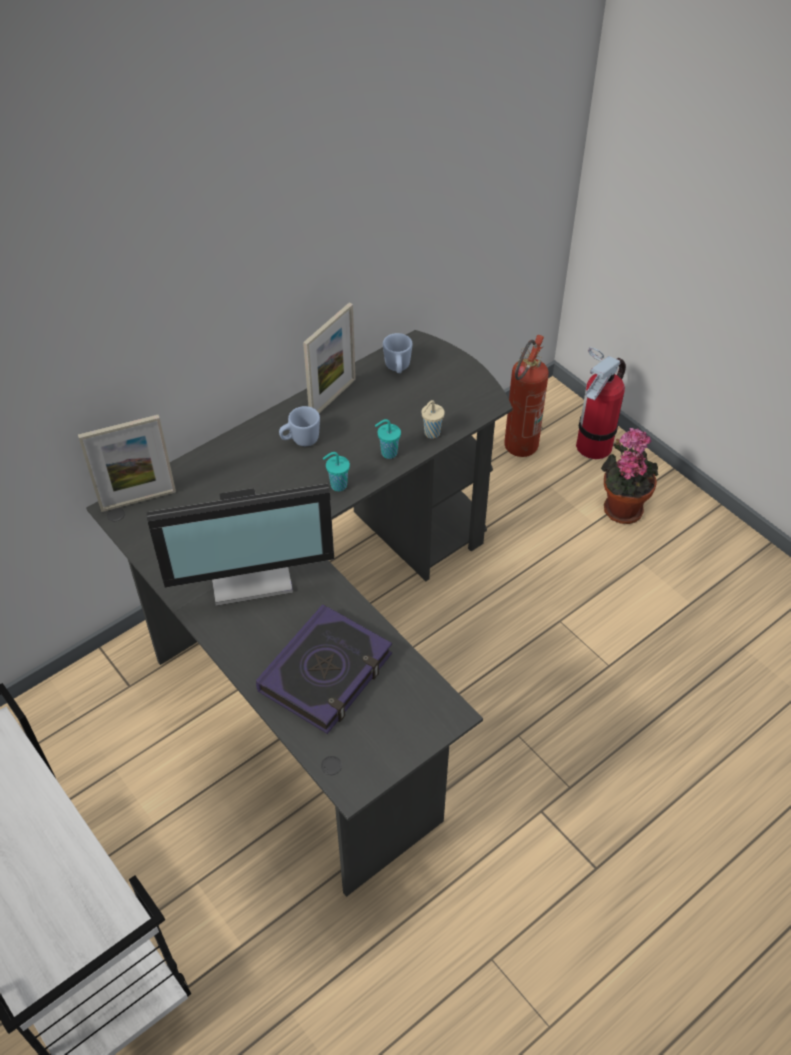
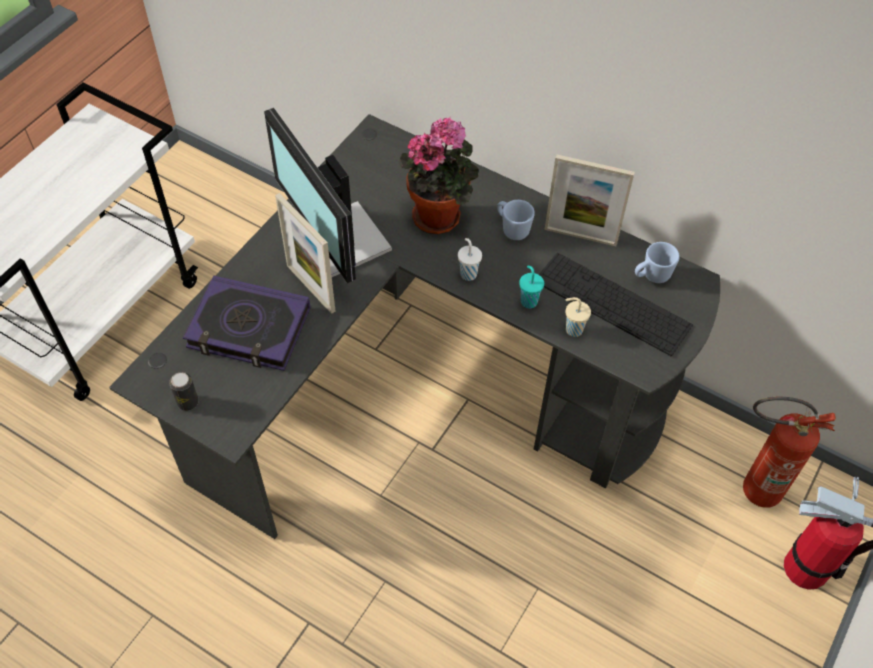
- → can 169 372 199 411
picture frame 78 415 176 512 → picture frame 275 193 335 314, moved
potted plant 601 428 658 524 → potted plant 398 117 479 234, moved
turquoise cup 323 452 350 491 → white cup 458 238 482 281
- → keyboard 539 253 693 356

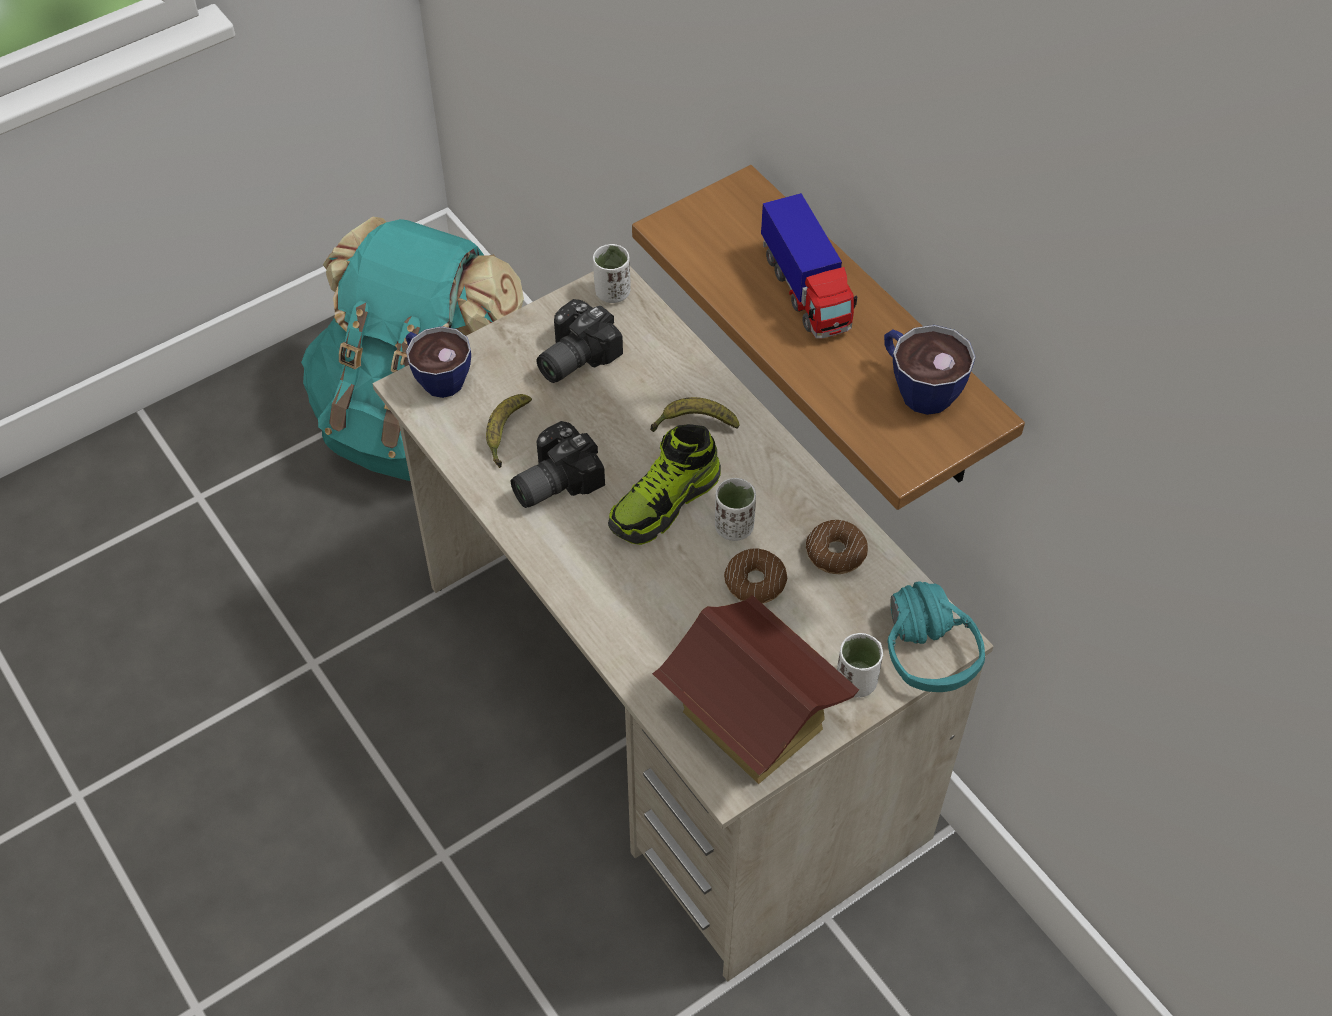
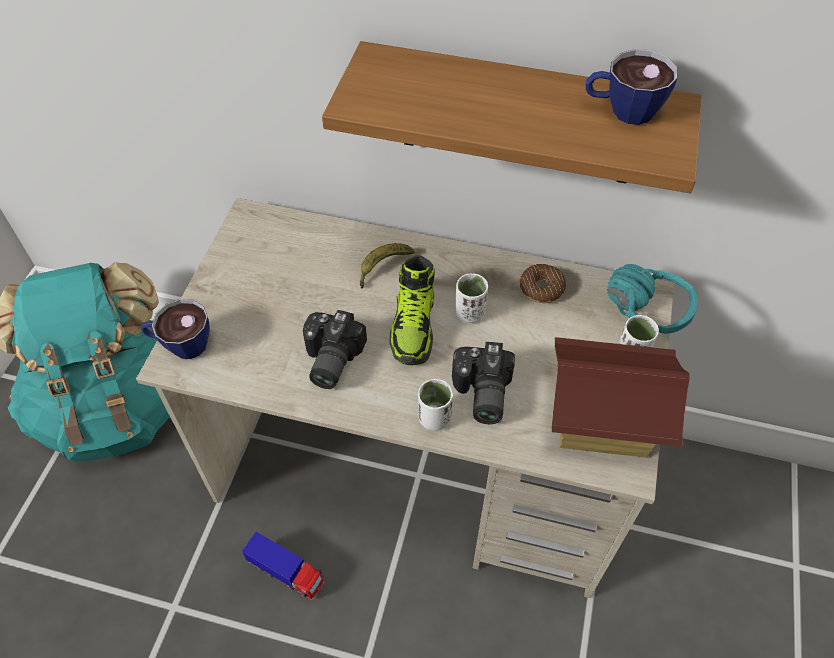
toy truck 761 193 858 339 → toy truck 242 532 324 600, moved
white cup 593 244 630 303 → white cup 418 379 453 431, moved
photo camera 537 299 623 383 → photo camera 452 342 515 424, moved
banana 486 394 532 468 → -
donut 724 549 787 604 → -

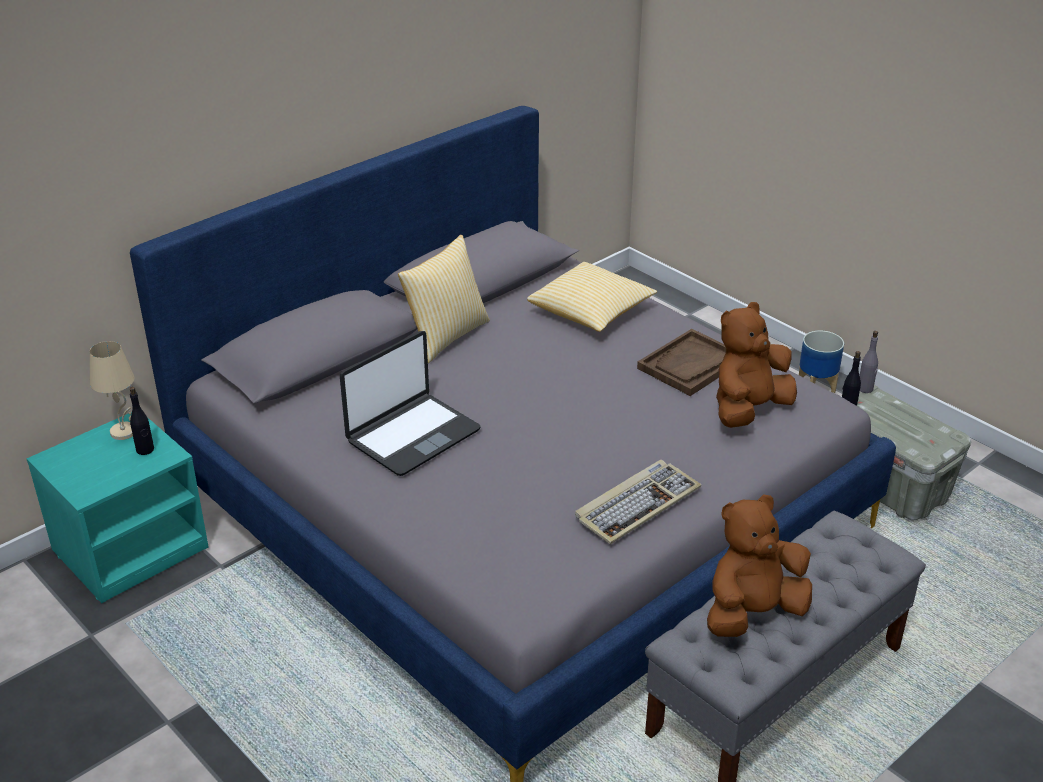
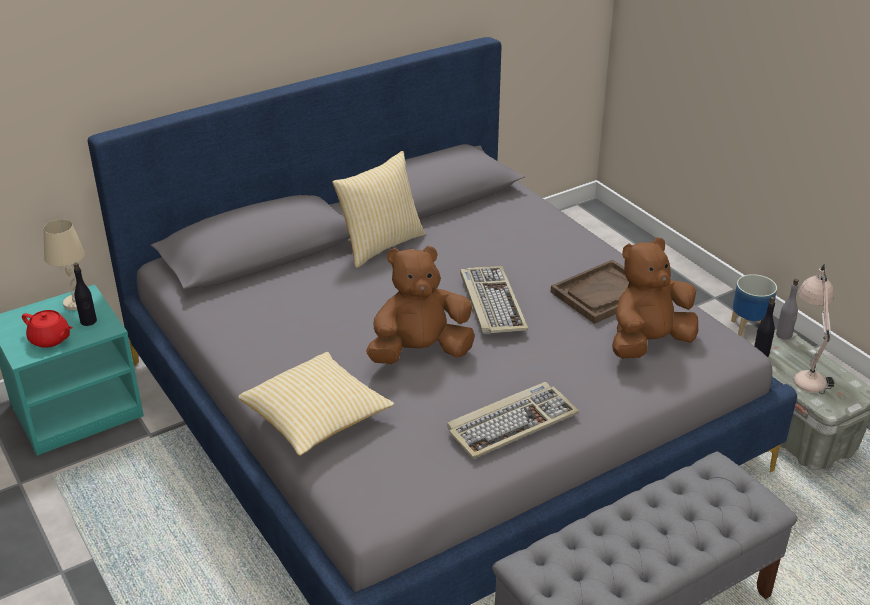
- → red teapot 22 310 73 348
pillow 527 262 657 332 → pillow 238 352 394 456, moved
brown plush toy 707 494 812 637 → brown plush toy 366 246 475 364, moved
- → keyboard 460 266 528 334
- → beige table lamp 793 264 834 394
laptop 340 331 481 476 → -

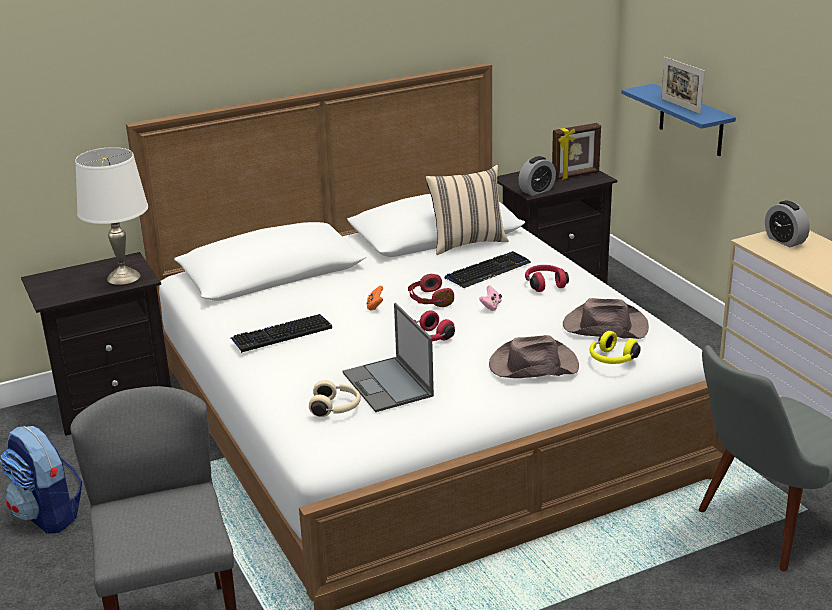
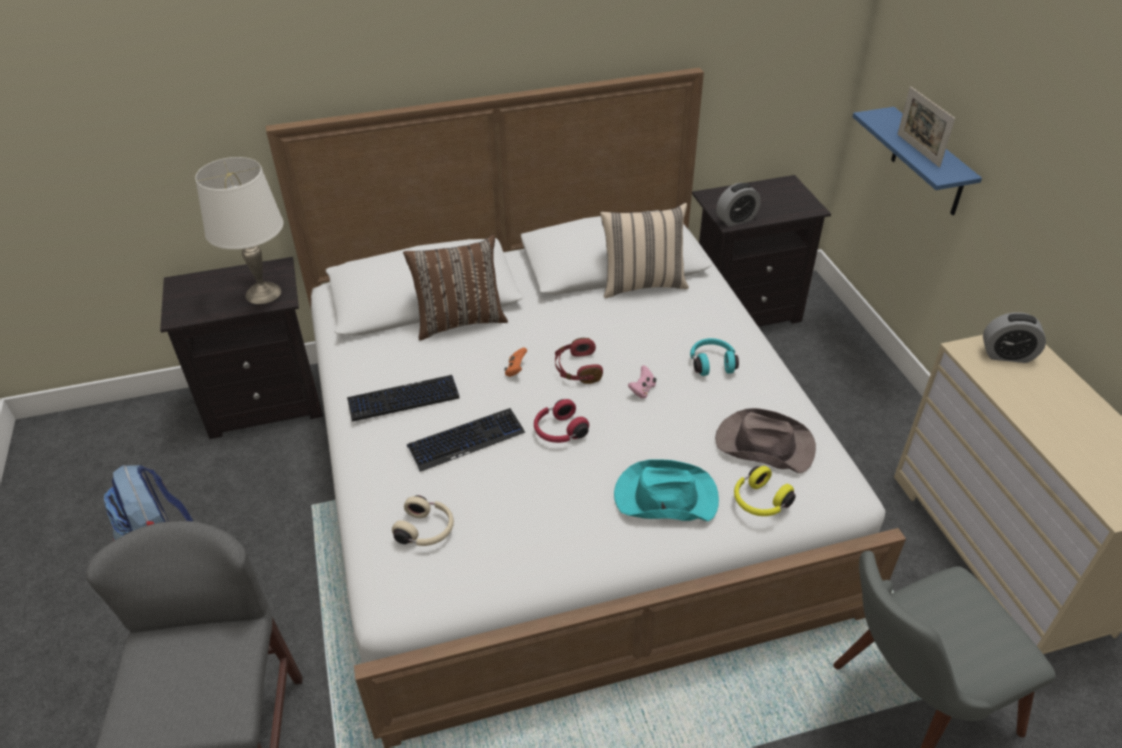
- → brown pillow 403 234 508 341
keyboard 445 251 531 288 → keyboard 407 408 525 472, moved
brown hat 489 335 579 378 → turquoise hat 614 459 719 522
red headphones 525 265 569 292 → turquoise headphones 690 338 739 376
alarm clock 765 201 810 247 → alarm clock 983 312 1046 363, 60 degrees counterclockwise
laptop 342 303 434 412 → -
picture frame 552 123 601 180 → -

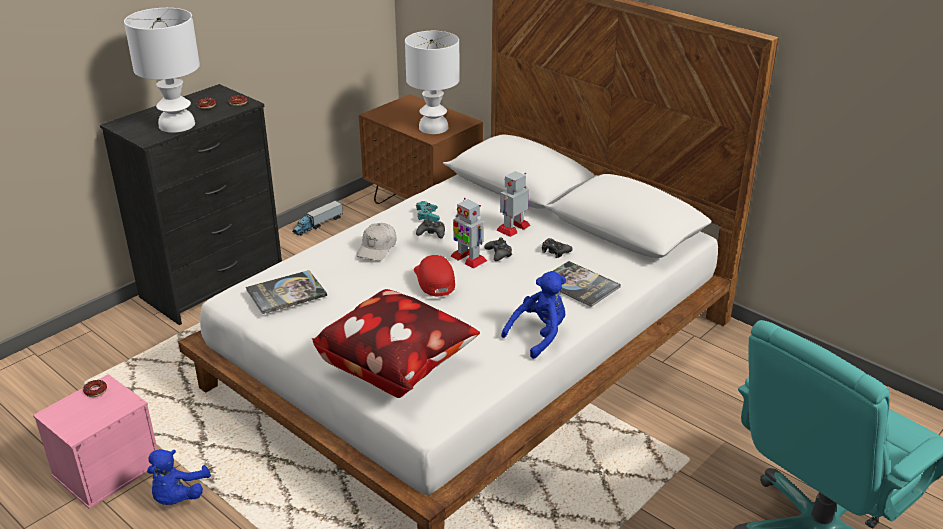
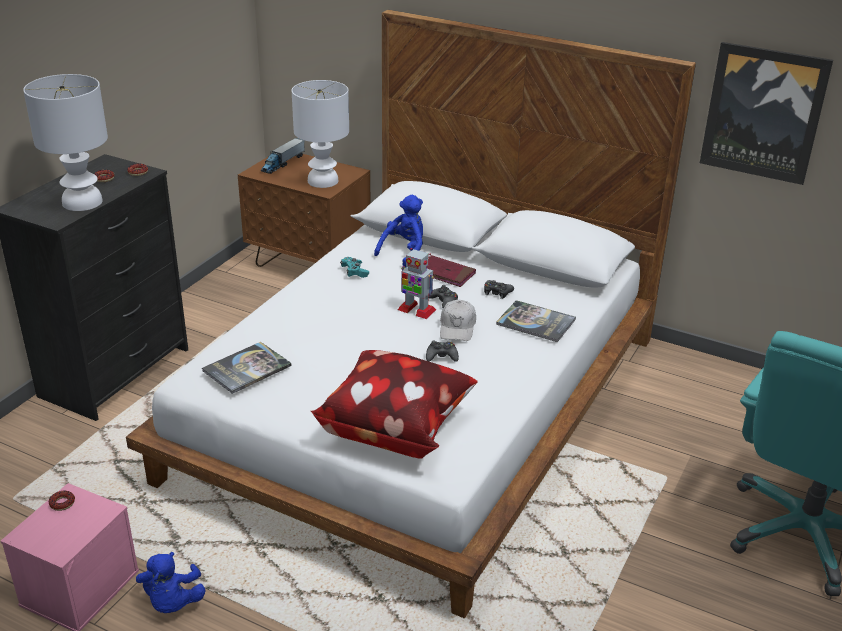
toy truck 292 200 343 235 → toy truck 261 138 305 174, moved
blue plush toy 501 271 566 359 → blue plush toy 374 195 423 268, moved
black game controller 416 219 445 239 → black game controller 426 340 459 362, moved
toy robot 496 171 531 237 → red book 427 255 476 287
white cap 356 223 396 261 → white cap 440 300 476 341, moved
- → picture 700 42 833 185
red cap 414 255 455 296 → -

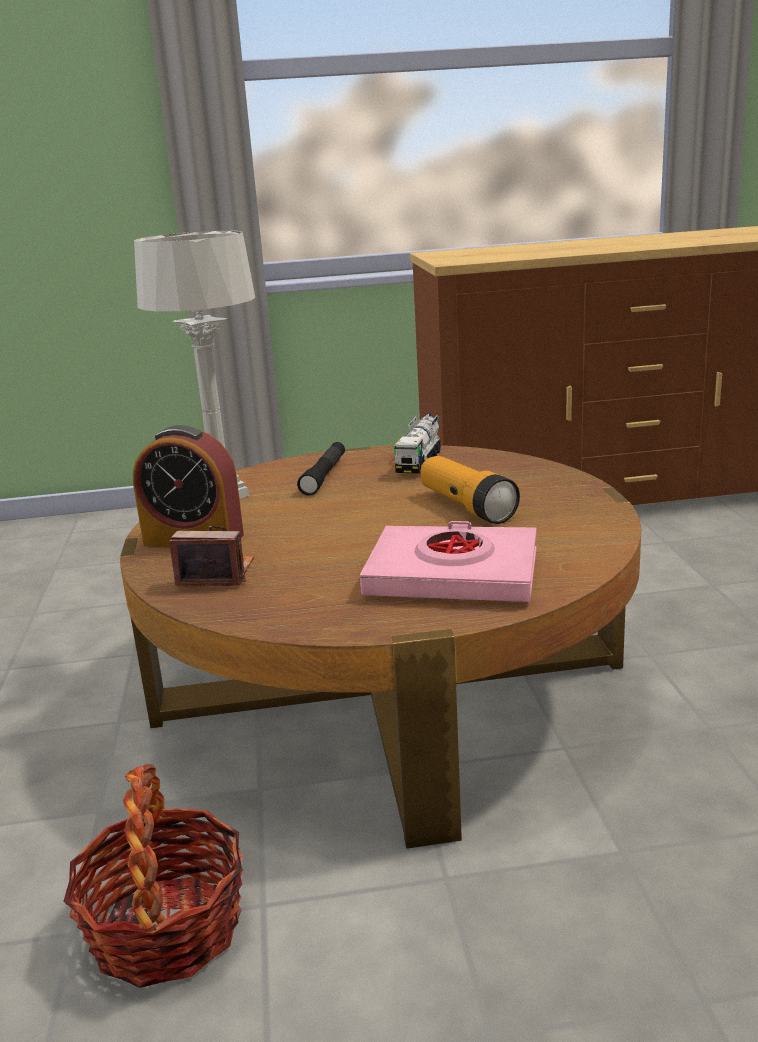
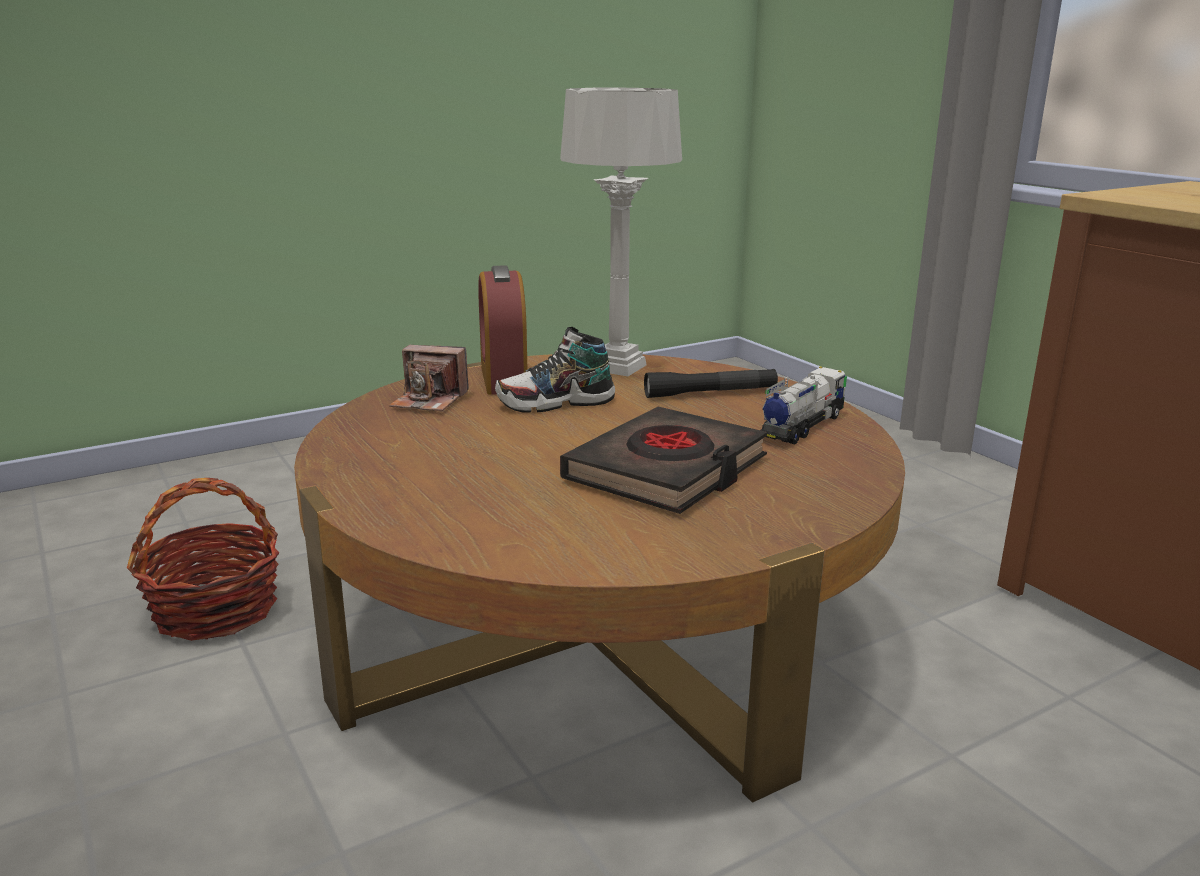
photo camera 170 526 254 587 → photo camera 389 345 469 411, 120 degrees clockwise
- → shoe 495 327 615 413
flashlight 421 456 520 524 → black book 560 407 767 514
toy truck 394 413 441 474 → toy truck 761 367 847 444, 135 degrees clockwise
pink book 360 521 536 602 → -

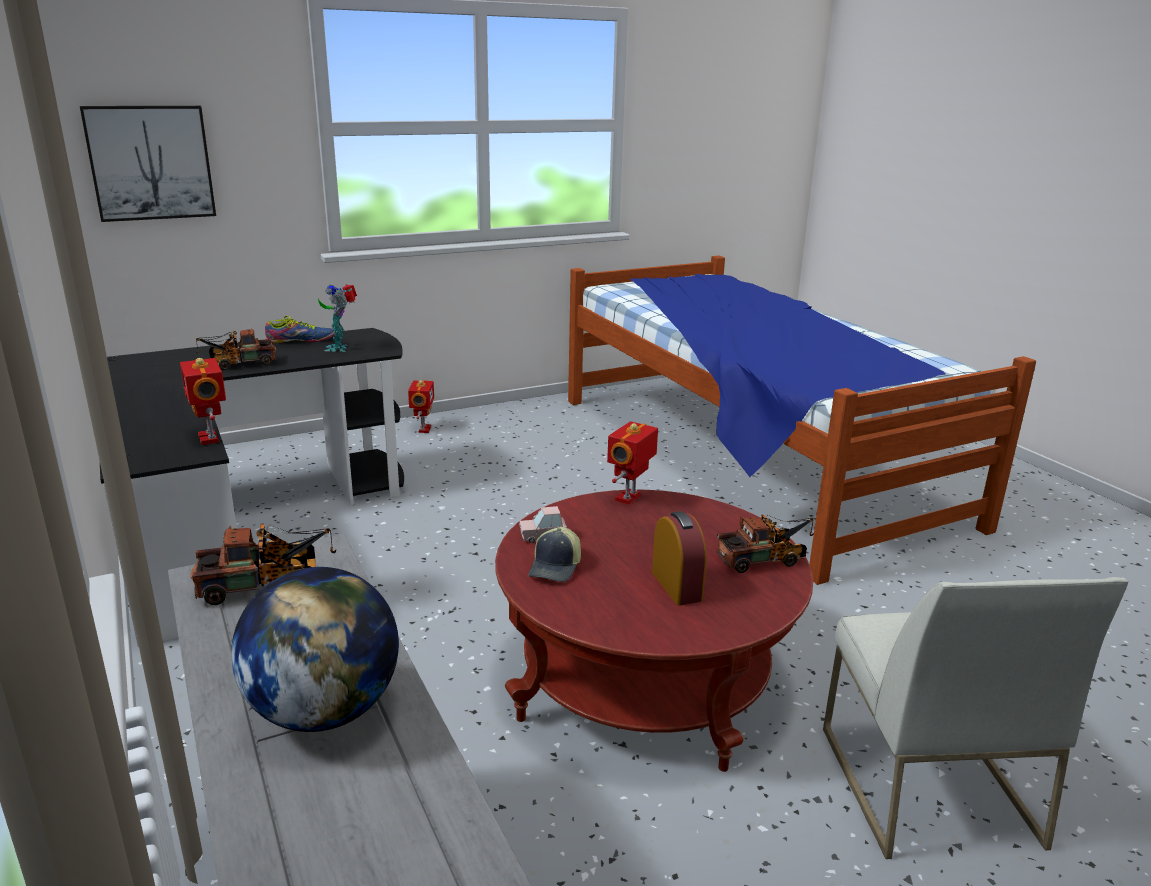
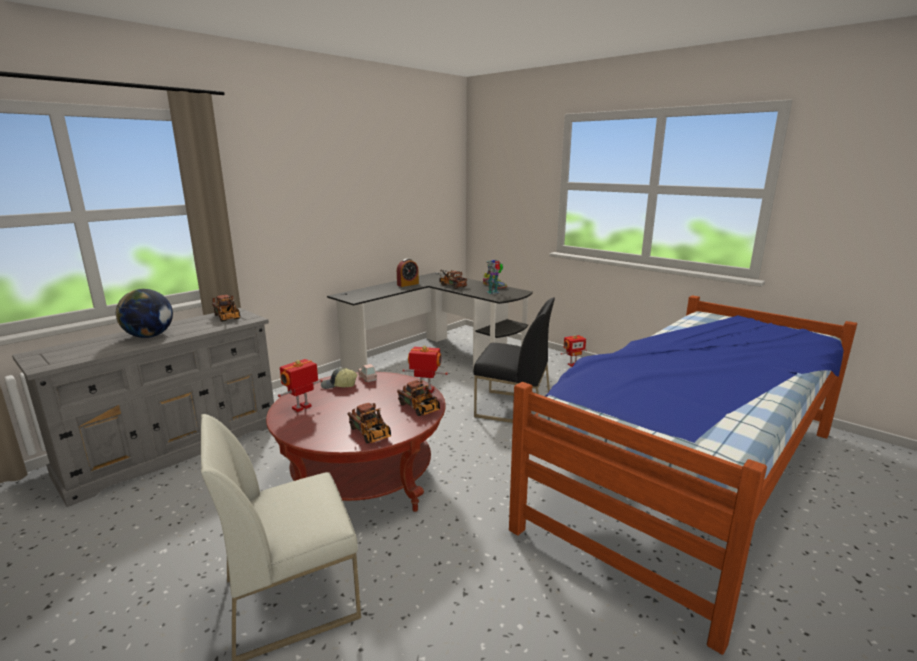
toy robot 180 358 226 445 → toy robot 278 359 322 412, moved
alarm clock 652 511 707 606 → alarm clock 397 259 419 287, moved
- → toy truck 397 380 440 416
- → black chair 474 298 555 423
picture 80 106 216 222 → -

